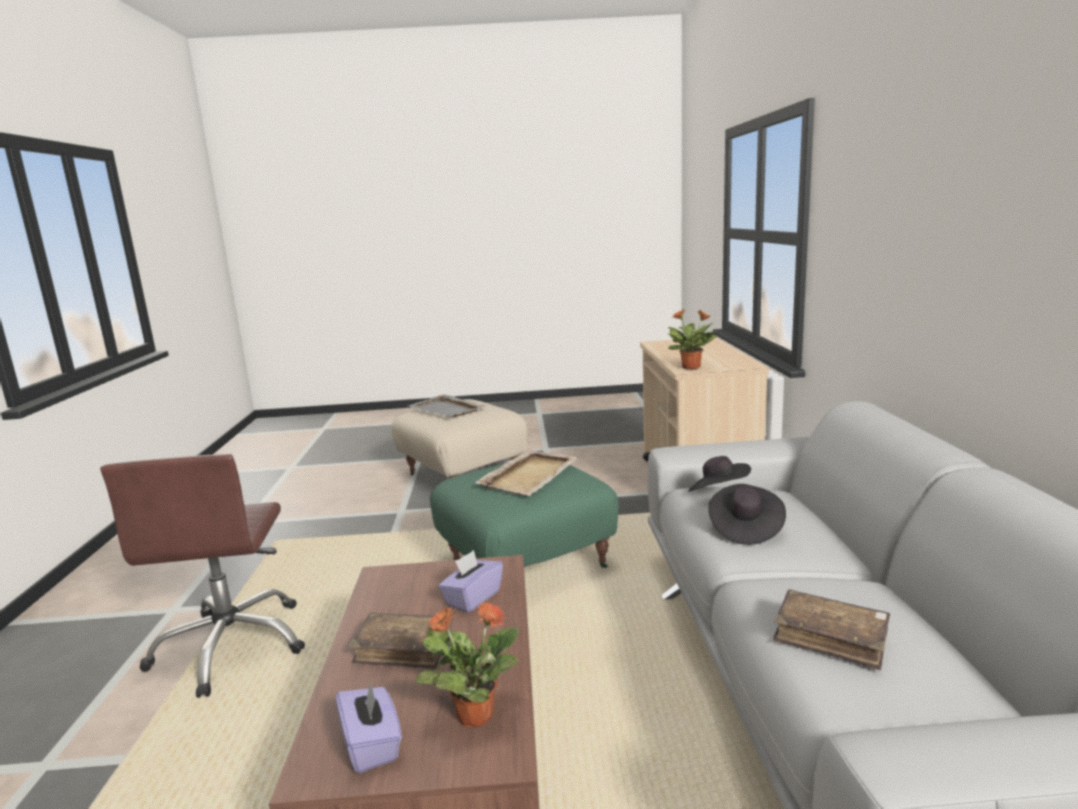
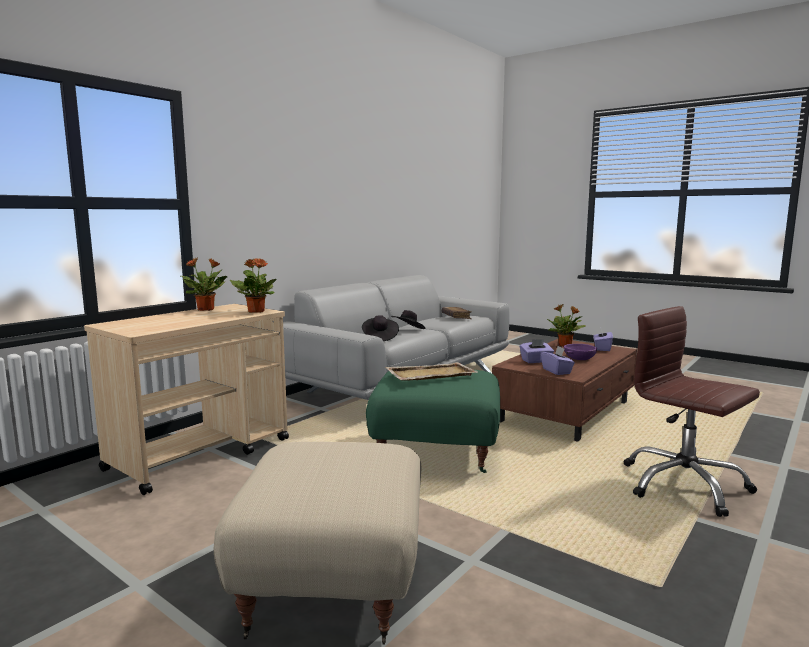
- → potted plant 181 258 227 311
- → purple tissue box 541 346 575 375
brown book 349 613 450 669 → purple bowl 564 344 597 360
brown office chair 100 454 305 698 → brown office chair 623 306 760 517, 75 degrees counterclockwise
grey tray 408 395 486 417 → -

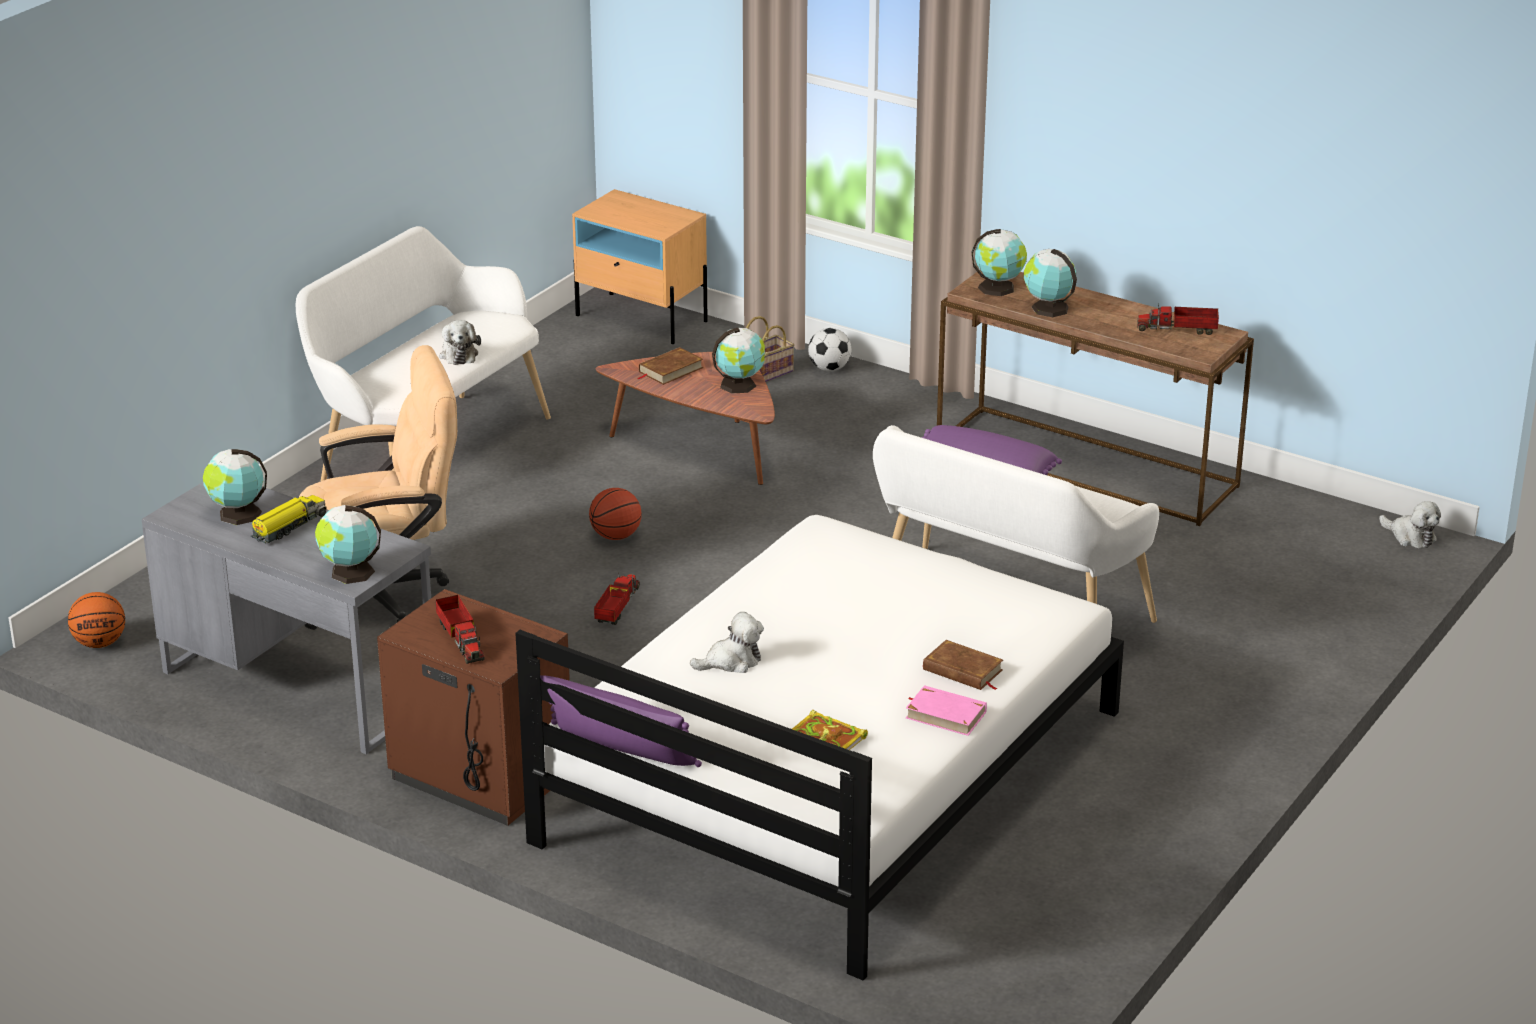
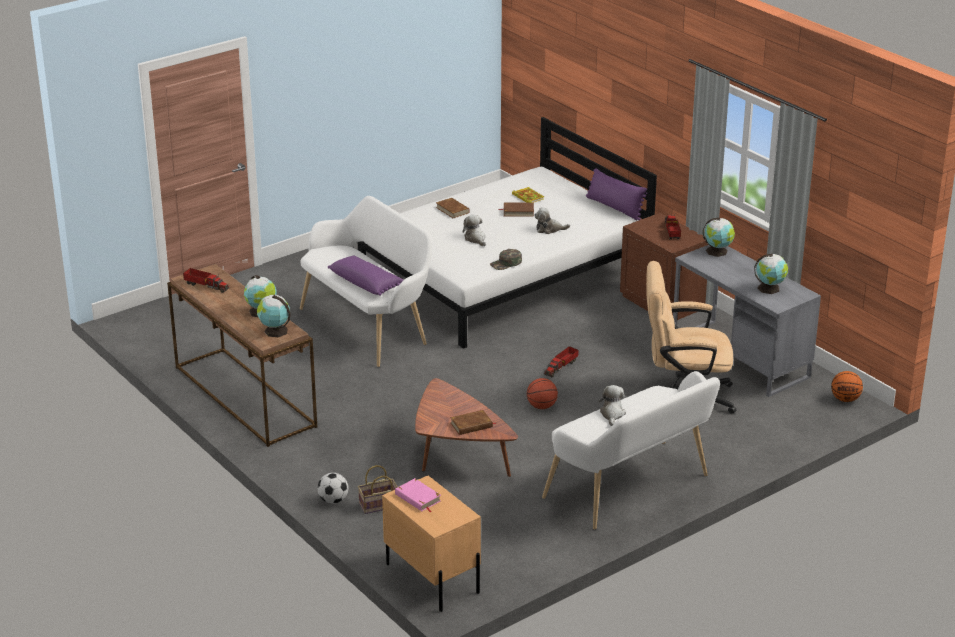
pink book 906 685 987 736 → pink book 395 478 441 512, moved
plush toy 1379 501 1441 548 → plush toy 463 215 486 246, moved
- → green cap 490 249 522 270
- → brown book 499 202 534 217
toy truck 251 495 327 544 → -
globe 712 328 765 394 → -

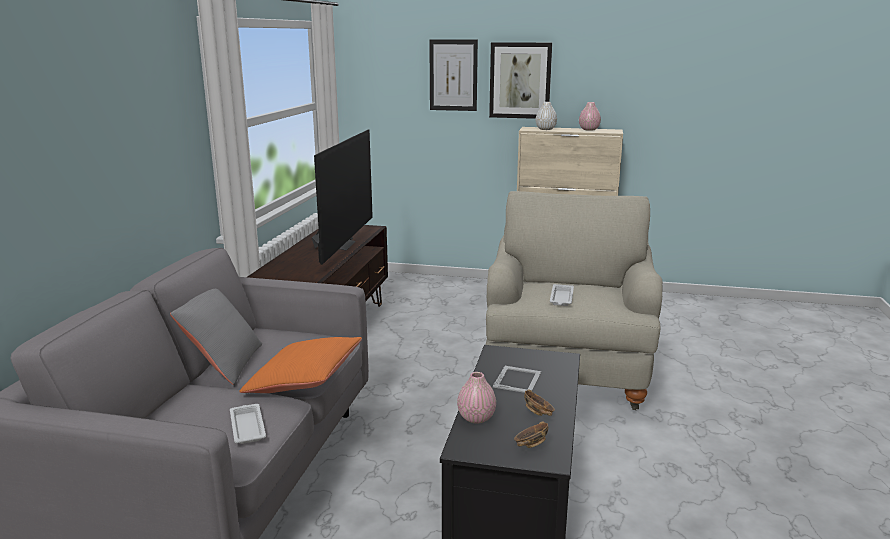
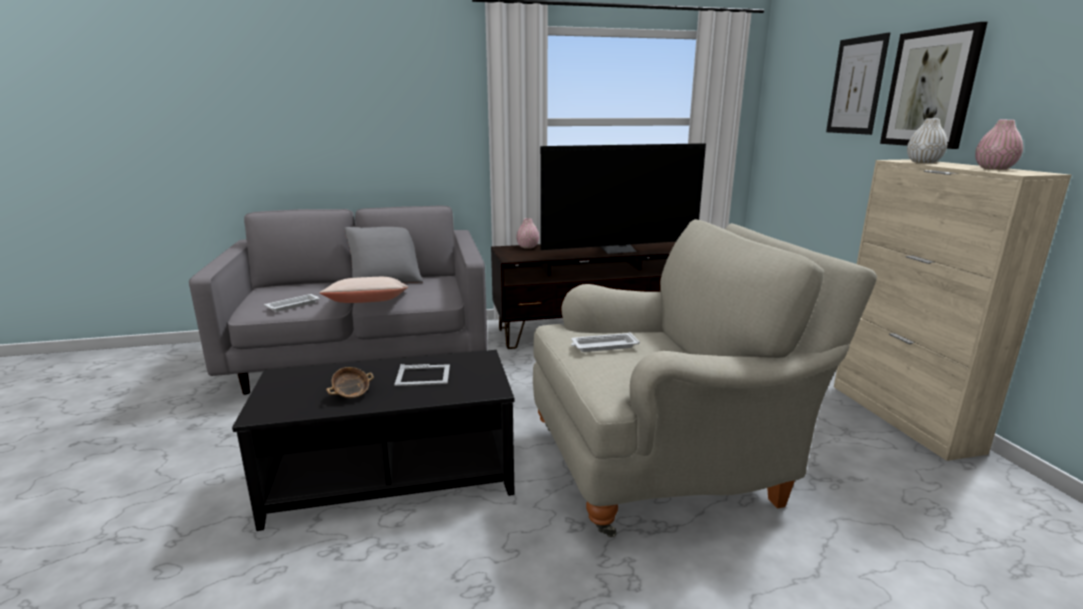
orange pillow 239 337 362 393 → beige pillow 319 277 408 303
pink vase 457 372 496 424 → pink vase 516 218 539 249, moved
bowl 514 421 548 448 → -

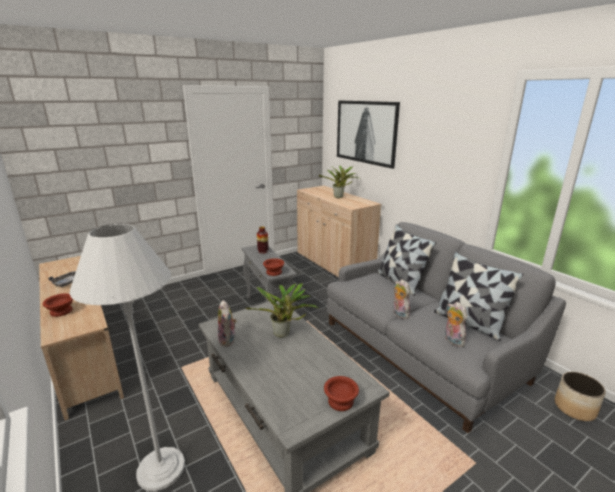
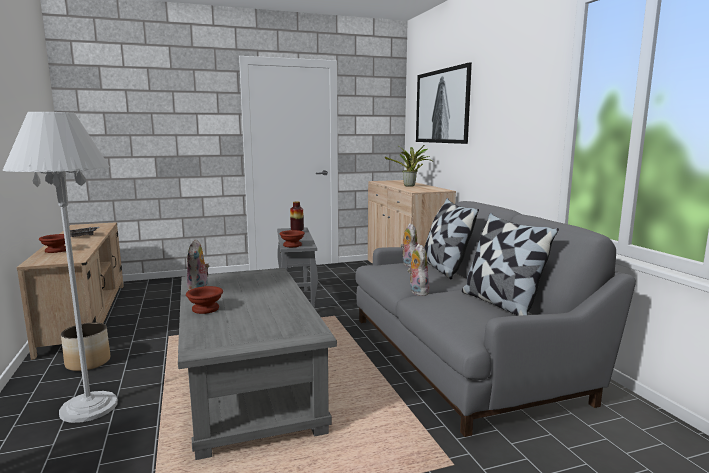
planter 555 372 606 421 → planter 61 323 110 371, moved
brown bowl 324 376 359 411 → brown bowl 186 286 223 314, moved
plush toy 445 302 467 347 → plush toy 400 223 418 267, moved
potted plant 245 283 318 338 → -

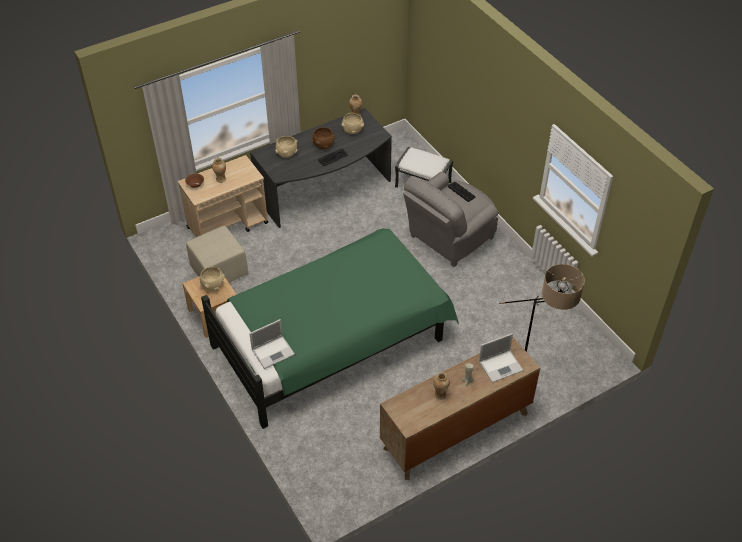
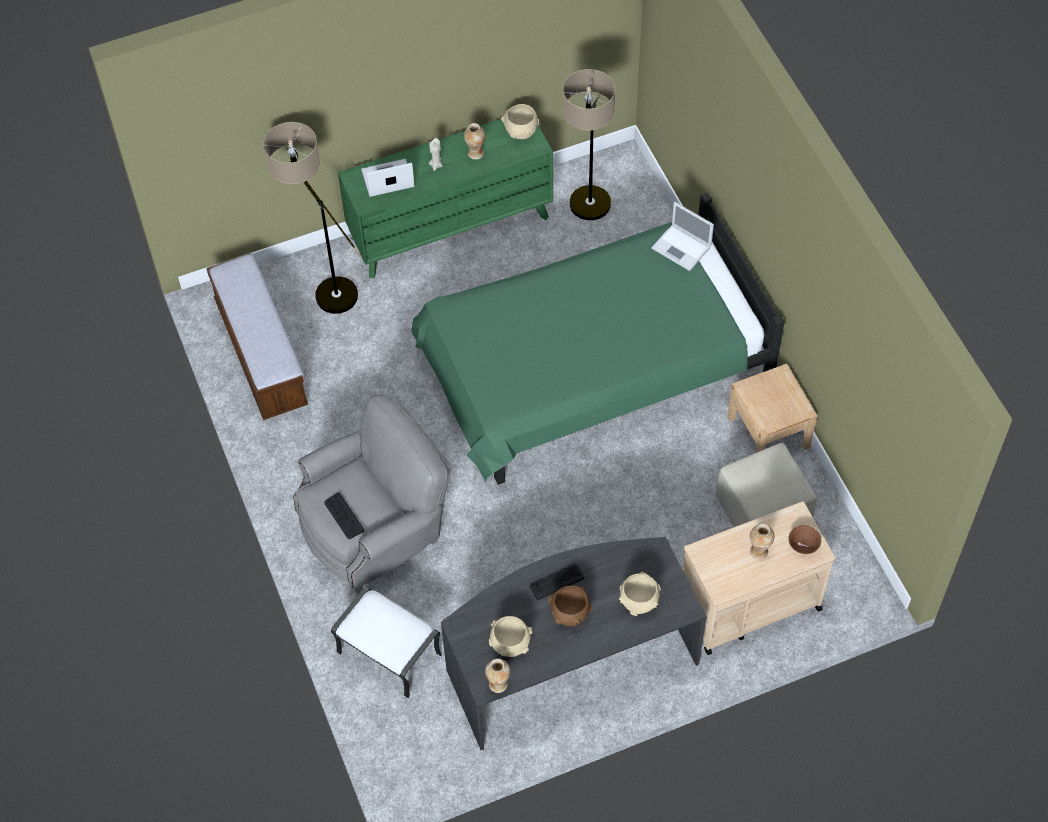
- → bench 206 253 308 420
brown dresser 380 337 540 480 → green dresser 338 119 553 278
beige bowl 199 267 225 291 → beige bowl 501 104 539 139, moved
- → floor lamp 563 69 615 220
laptop 249 319 295 369 → laptop 651 202 714 271, 120 degrees counterclockwise

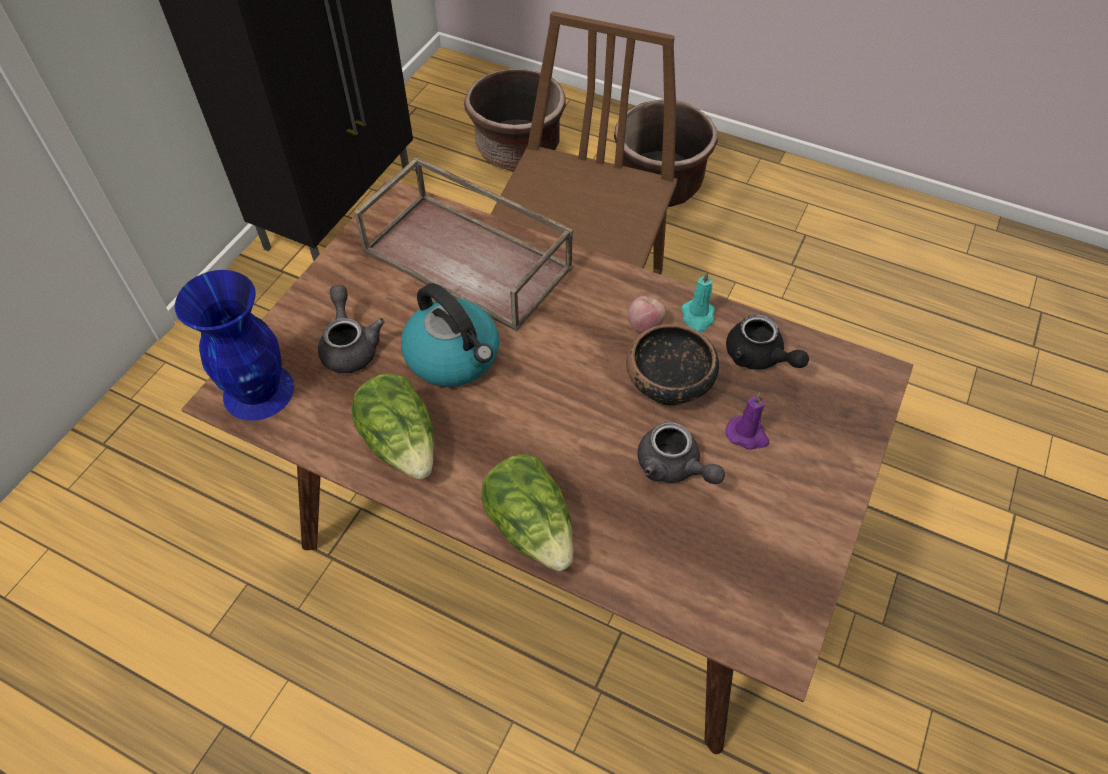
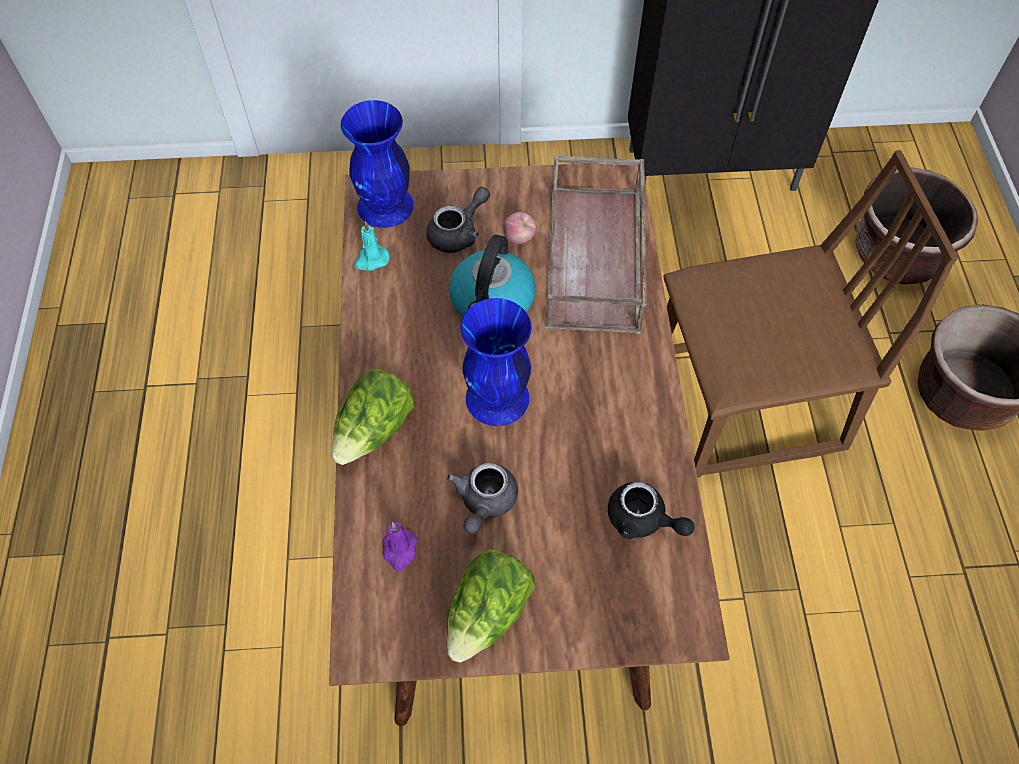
turquoise candle 681 271 715 333 → turquoise candle 354 221 390 271, moved
purple candle 725 393 769 450 → purple candle 382 521 418 571, moved
lettuce 351 373 434 479 → lettuce 447 549 535 663, moved
- → blue vase 460 298 532 426
apple 628 296 666 333 → apple 503 212 537 244, moved
black teapot 726 314 809 370 → black teapot 608 482 695 539, 75 degrees counterclockwise
bowl 626 324 719 406 → -

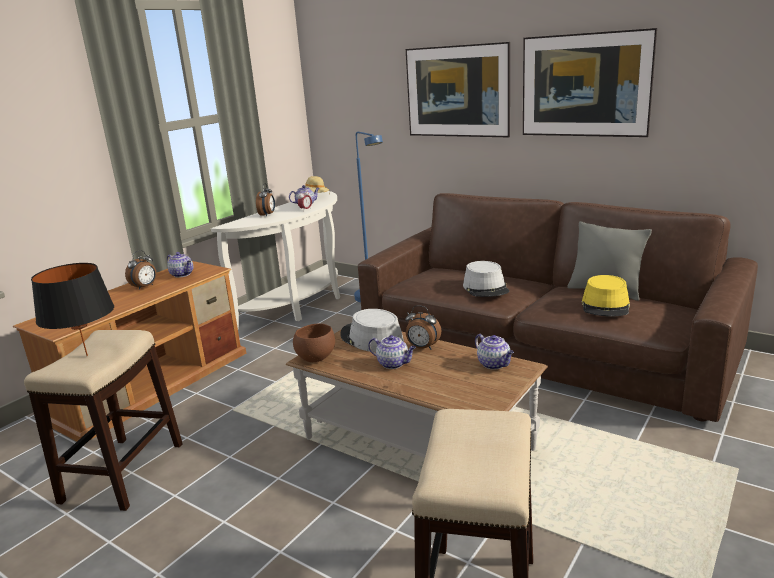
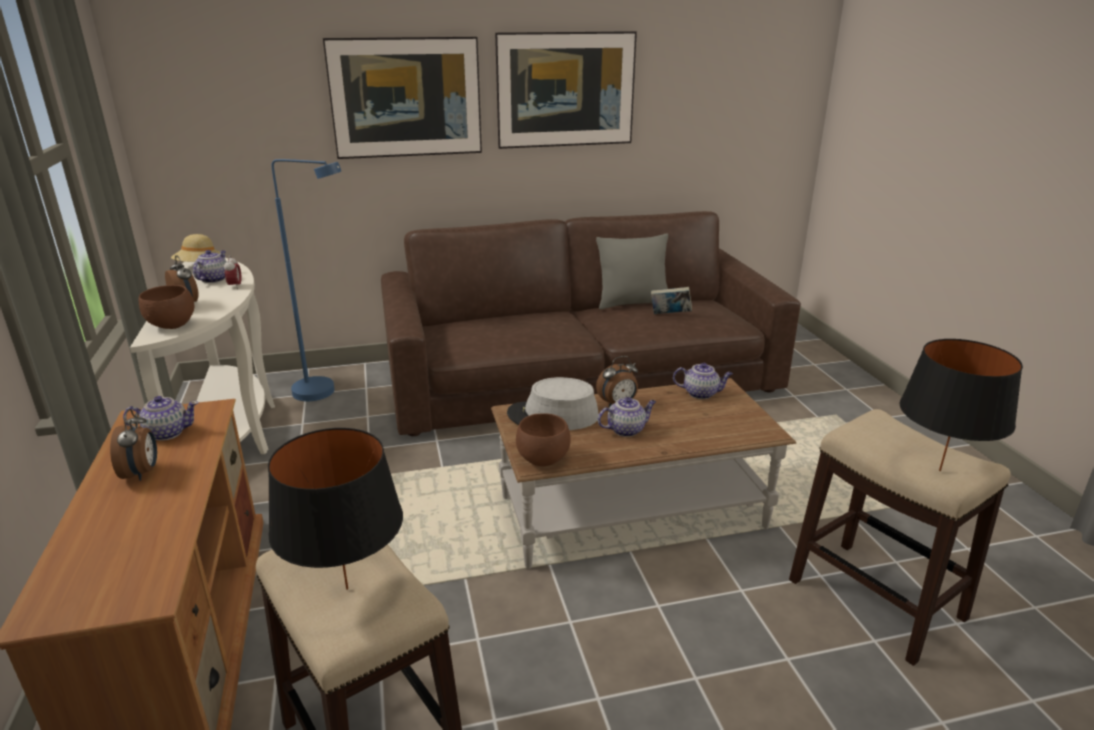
- → brown bowl 139 285 194 329
yellow hat 582 275 630 317 → book 651 287 692 314
- → black table lamp 899 339 1023 471
grey hat 463 261 509 297 → -

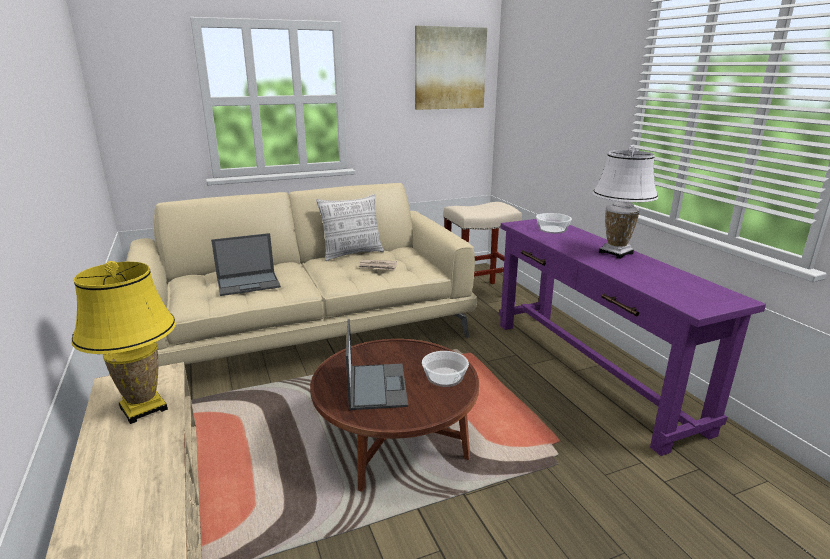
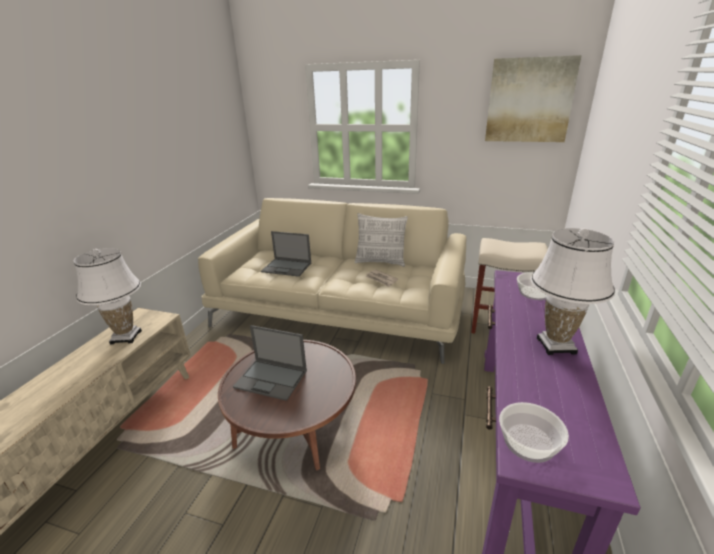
yellow table lamp 71 261 176 424 → white table lamp 74 248 142 344
laptop 346 319 408 410 → laptop 233 325 307 401, 75 degrees clockwise
bowl 422 351 469 387 → bowl 499 402 569 463, moved

